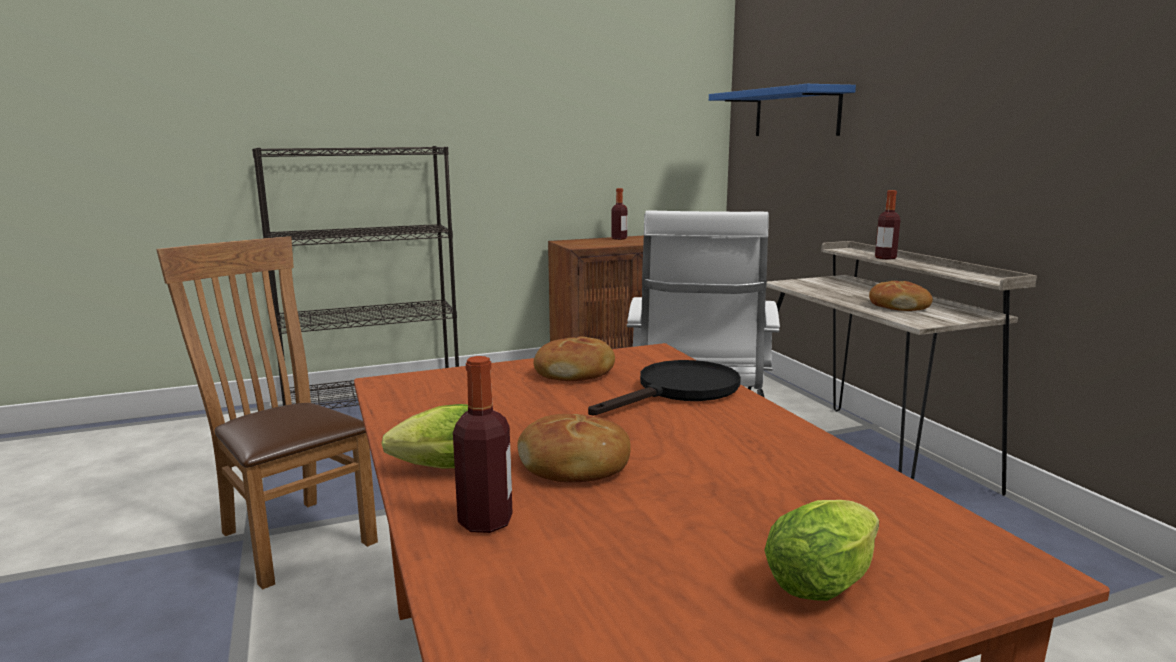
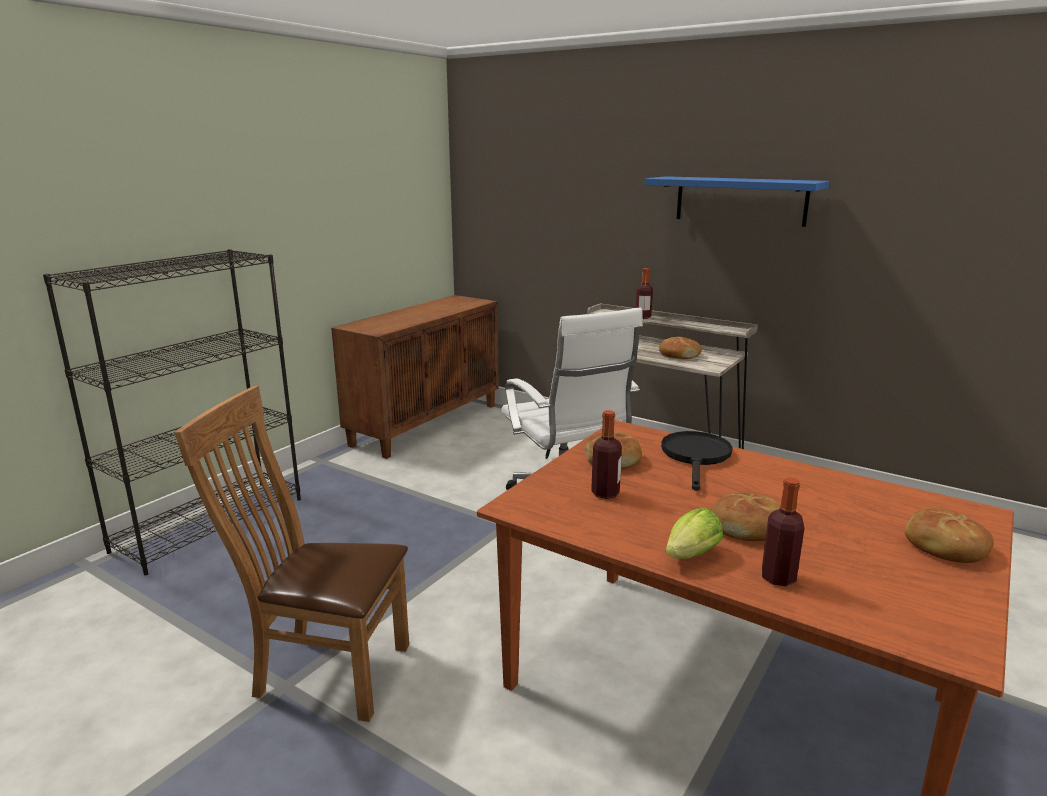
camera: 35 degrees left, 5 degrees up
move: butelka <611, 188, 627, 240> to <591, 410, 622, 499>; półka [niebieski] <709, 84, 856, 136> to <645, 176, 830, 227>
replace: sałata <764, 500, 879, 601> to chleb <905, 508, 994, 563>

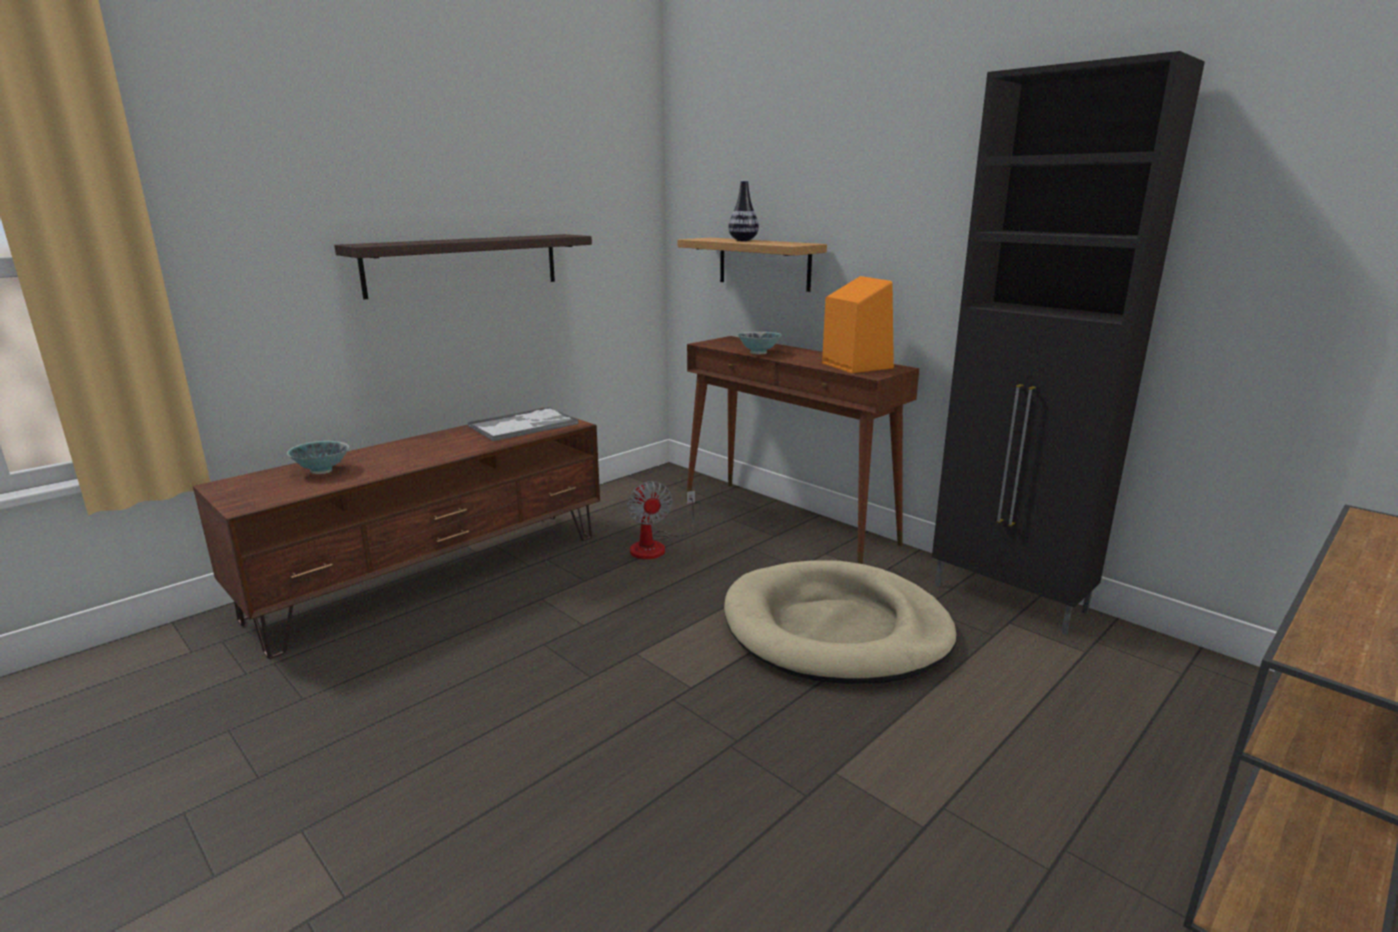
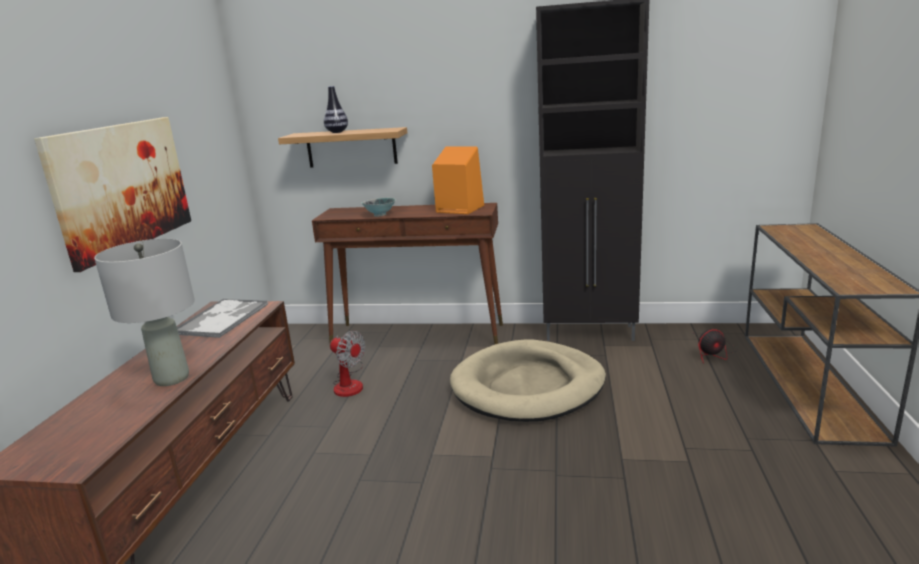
camera: 35 degrees left, 0 degrees up
delete: miska <287, 441, 349, 474>
insert: lampa stołowa [szary] <94, 239, 195, 386>; wentylator <695, 329, 738, 363>
replace: półka <334, 234, 592, 299> to obraz <34, 117, 191, 272>

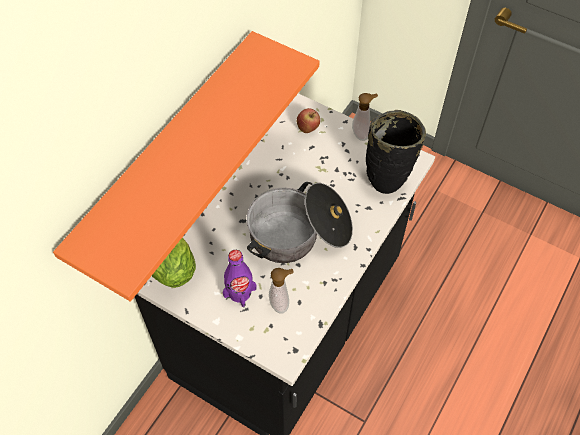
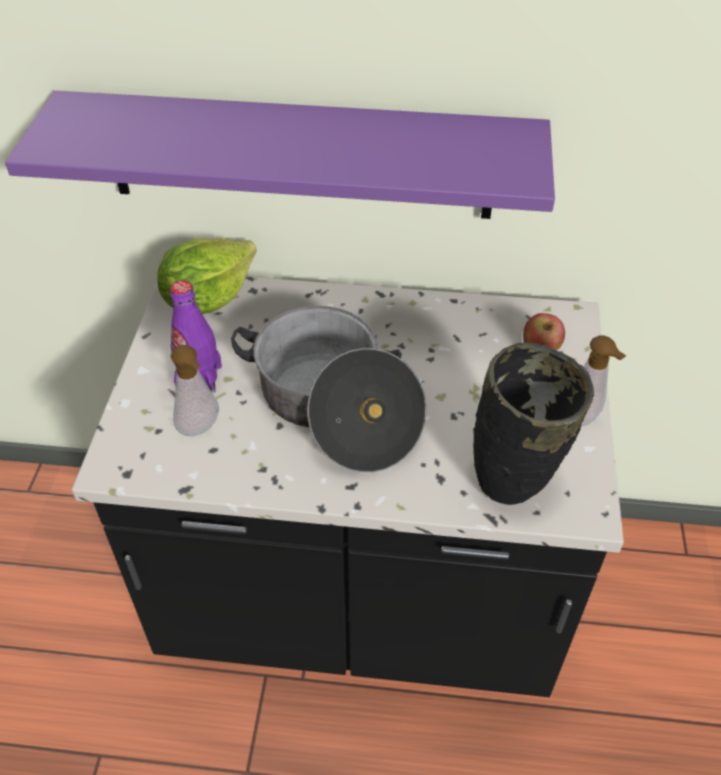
camera: 65 degrees right, 10 degrees down
recolor: półka [pomarańczowy] <53, 31, 320, 302> to półka [fioletowy] <5, 90, 555, 219>

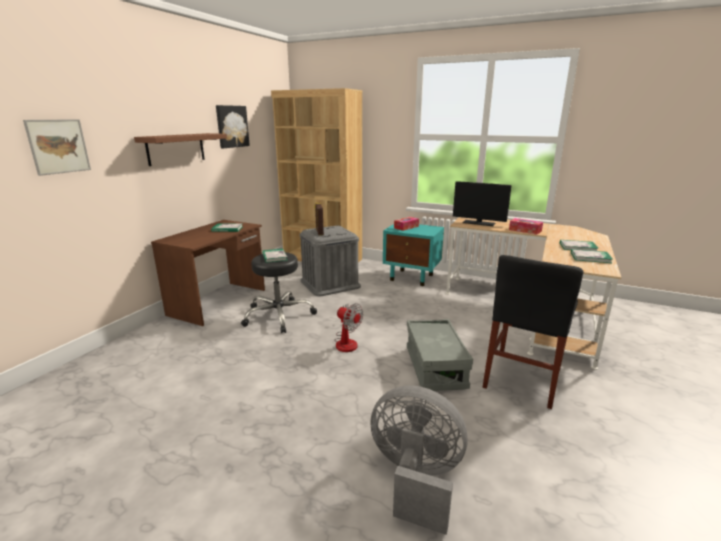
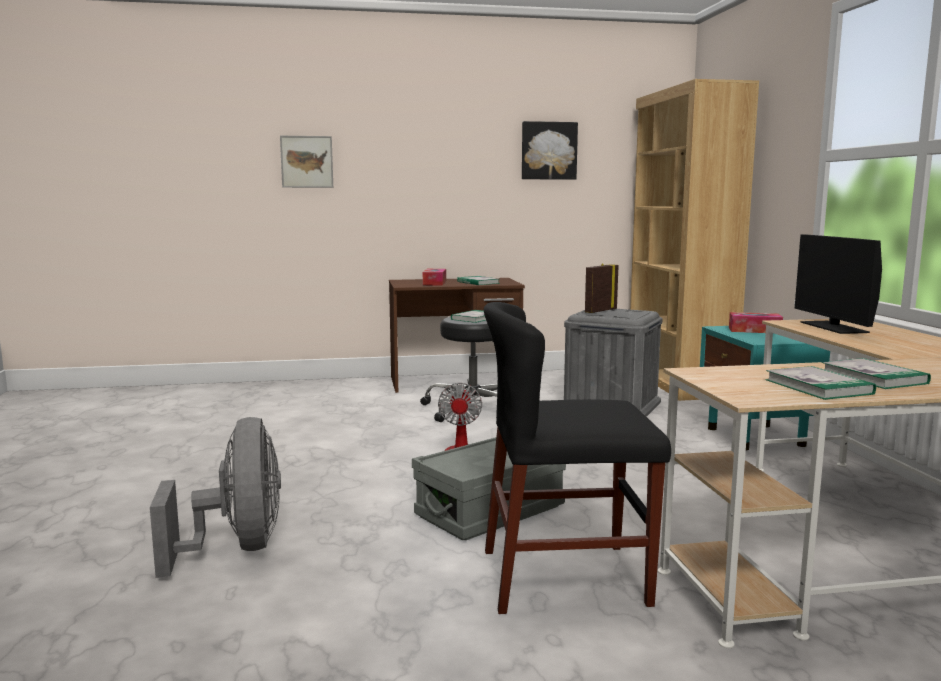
camera: 55 degrees right, 10 degrees down
delete: półka [brązowy] <134, 133, 227, 166>
move: pudełko chusteczek <509, 218, 543, 234> to <423, 269, 446, 285>

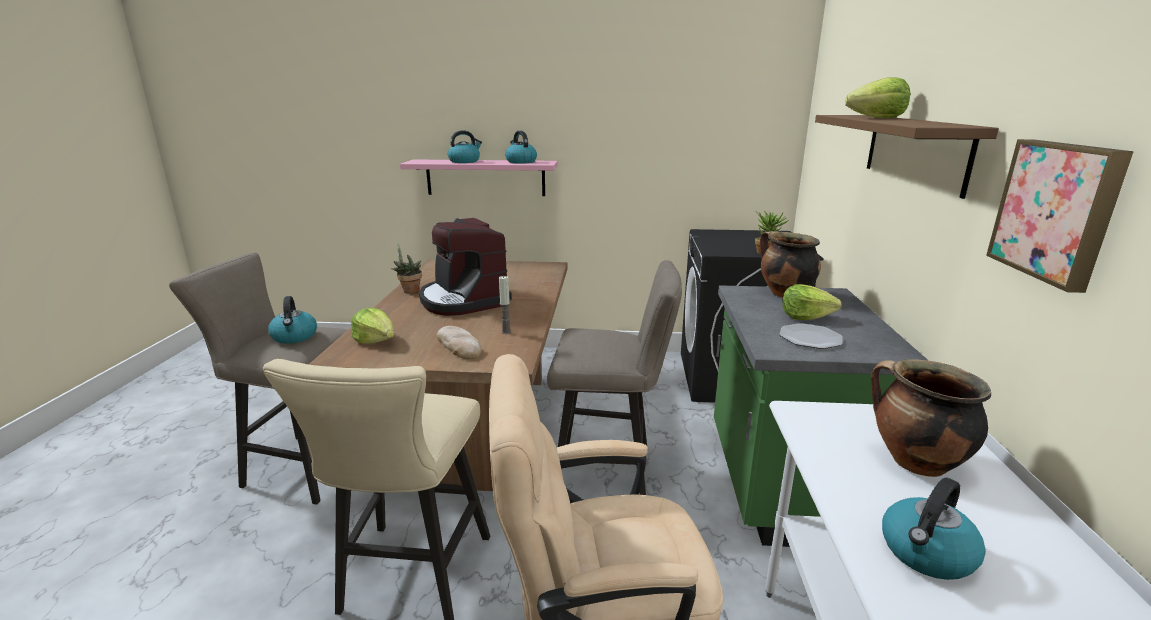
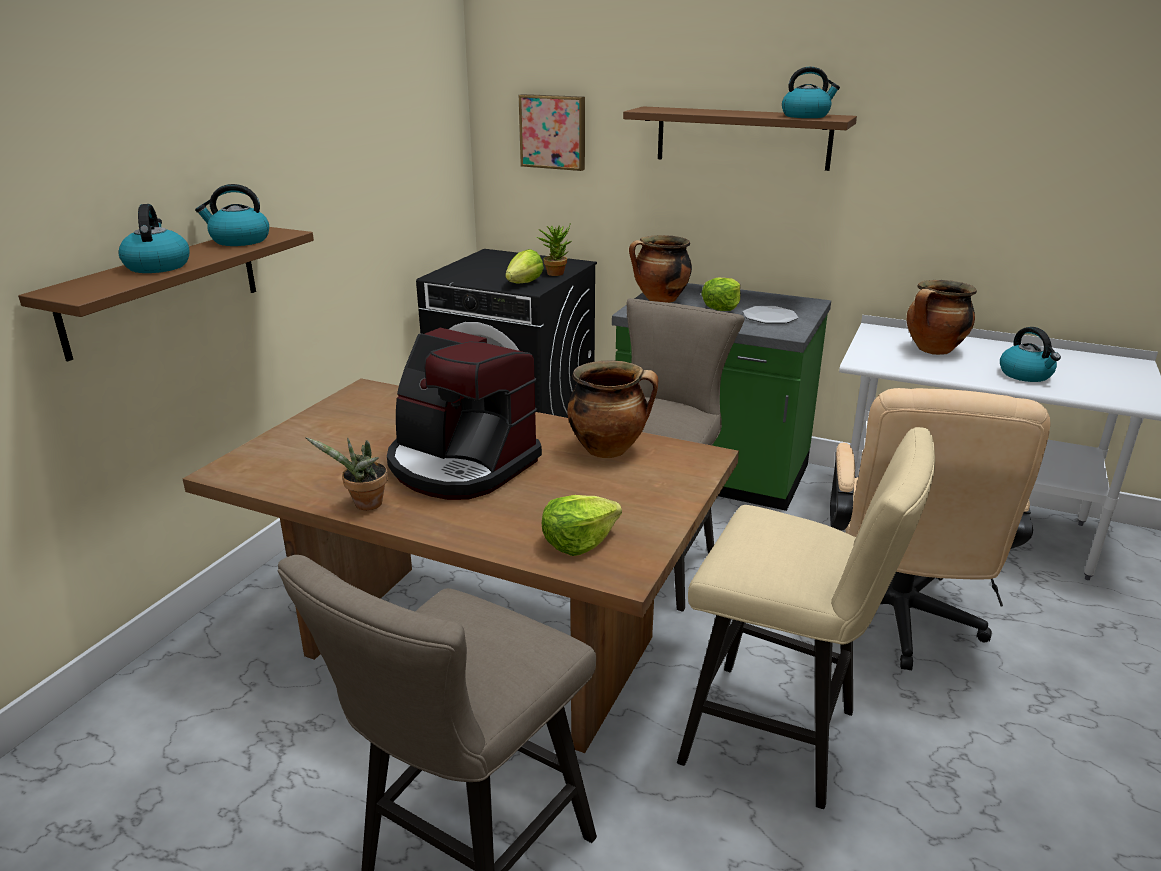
camera: 70 degrees left, 5 degrees up
delete: chleb <436, 326, 481, 359>
move: czajnik <268, 296, 317, 344> to <782, 67, 840, 118>; sałata <845, 77, 910, 118> to <505, 249, 544, 283>; obraz <986, 139, 1134, 293> to <519, 94, 585, 171>
replace: świeca <499, 276, 511, 334> to garnek <567, 360, 658, 458>
recolor: półka [różowy] <400, 159, 558, 196> to półka [brązowy] <18, 227, 314, 361>
rotate: ekspres do kawy <419, 218, 512, 316> = <387, 328, 542, 500> 45 degrees clockwise

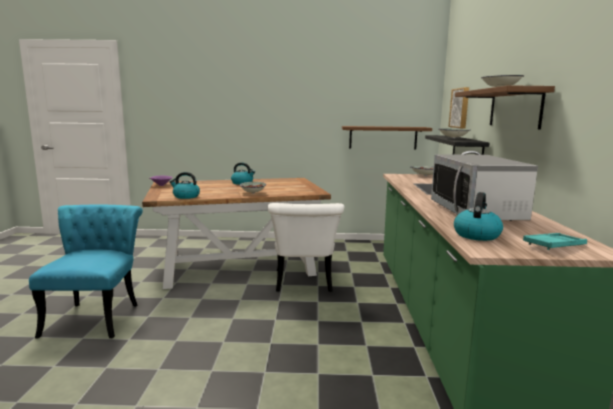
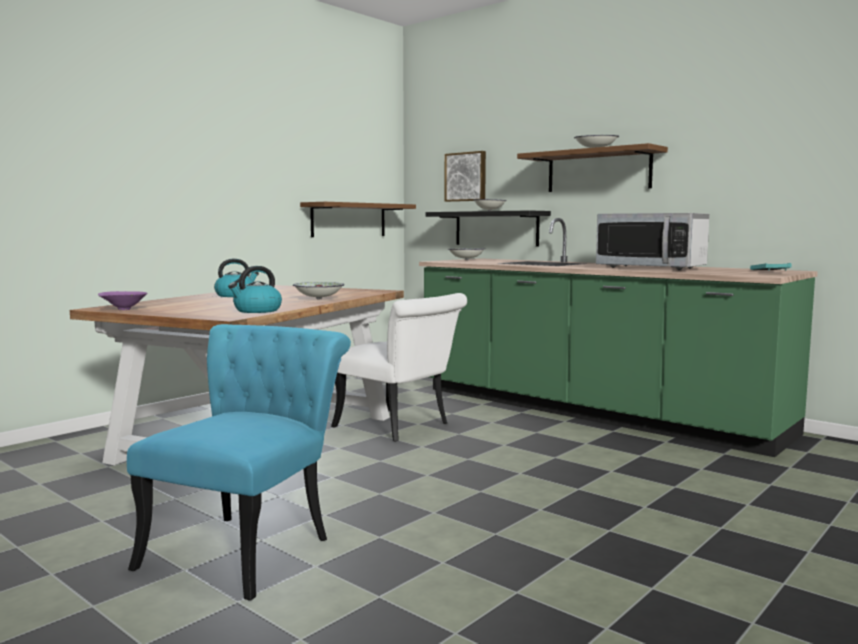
camera: 50 degrees left, 5 degrees down
delete: czajnik <454, 192, 503, 241>
rotate: krzesło [turkusowy] <29, 205, 143, 339> = <127, 324, 351, 601> 75 degrees clockwise

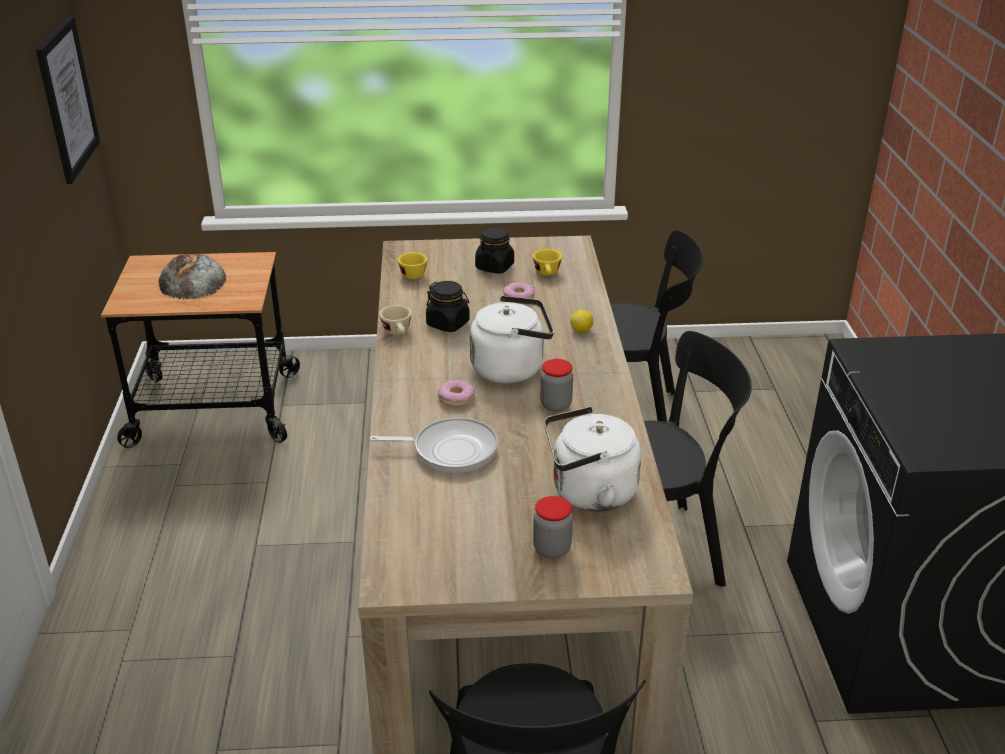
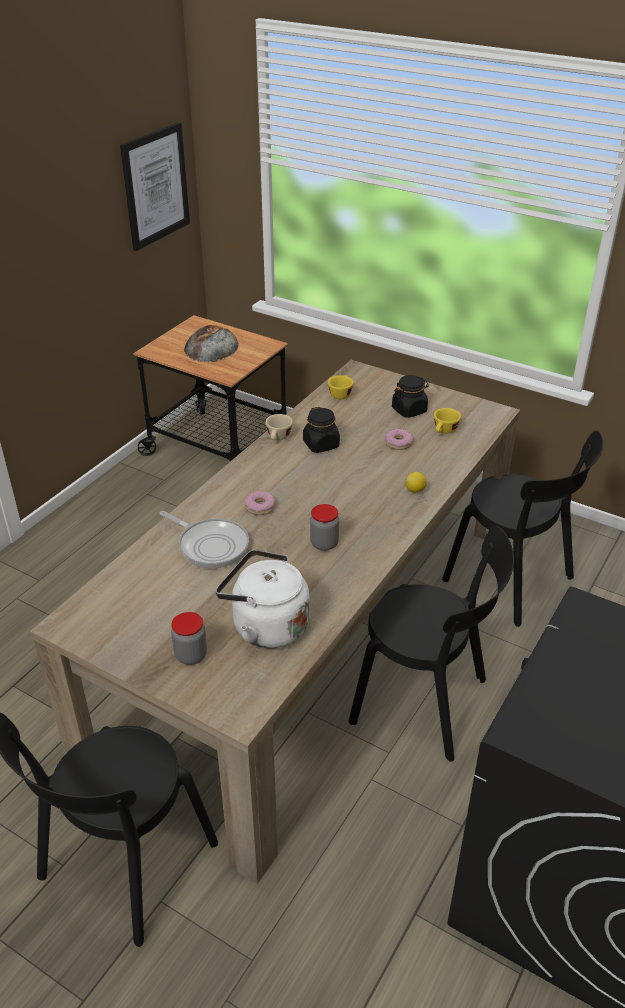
camera: 35 degrees right, 5 degrees up
delete: czajnik [biały] <470, 295, 554, 384>

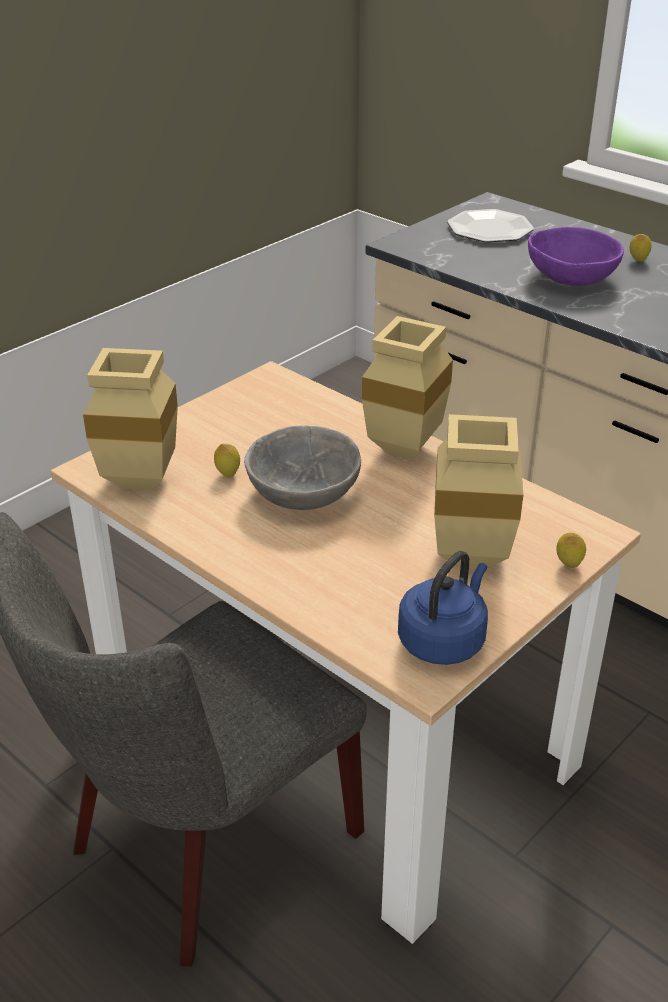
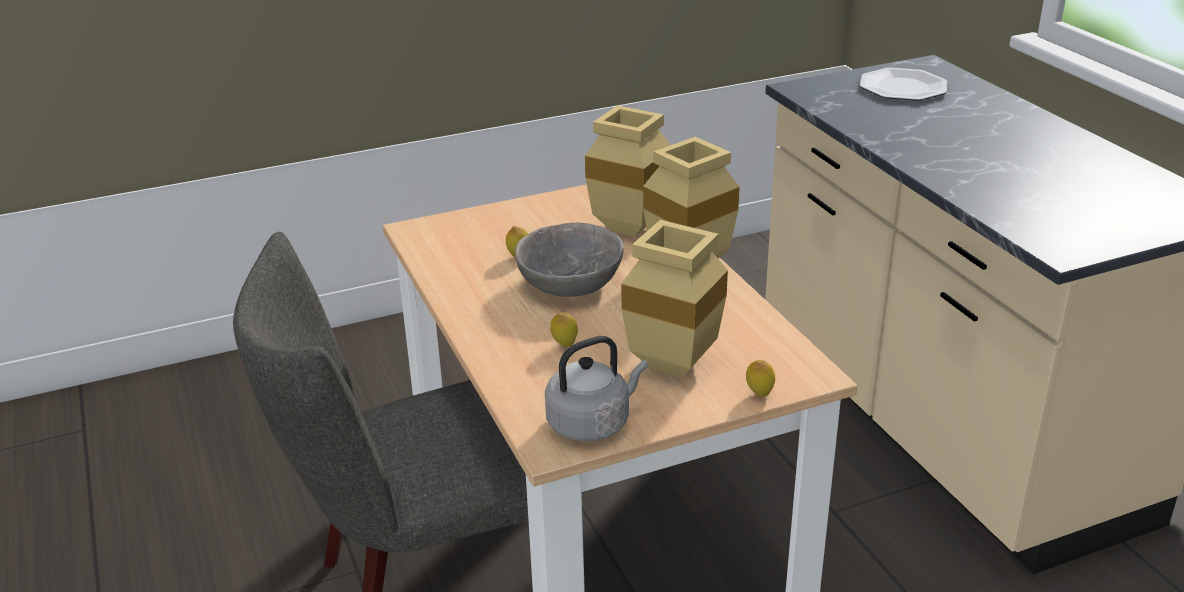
camera: 25 degrees right, 5 degrees down
delete: miska [fioletowy] <528, 227, 624, 286>
move: wazon [beżowy] <83, 348, 178, 490> to <585, 105, 671, 237>; cytryna <630, 234, 651, 262> to <550, 313, 578, 347>
recolor: czajnik [niebieski] <398, 551, 488, 665> to czajnik [szary] <545, 336, 648, 441>

